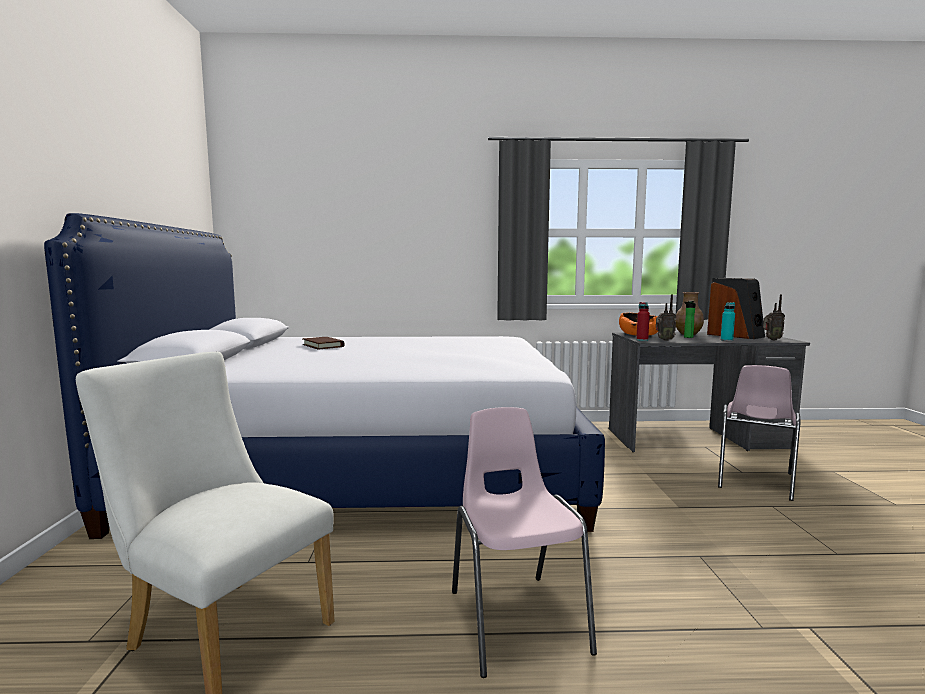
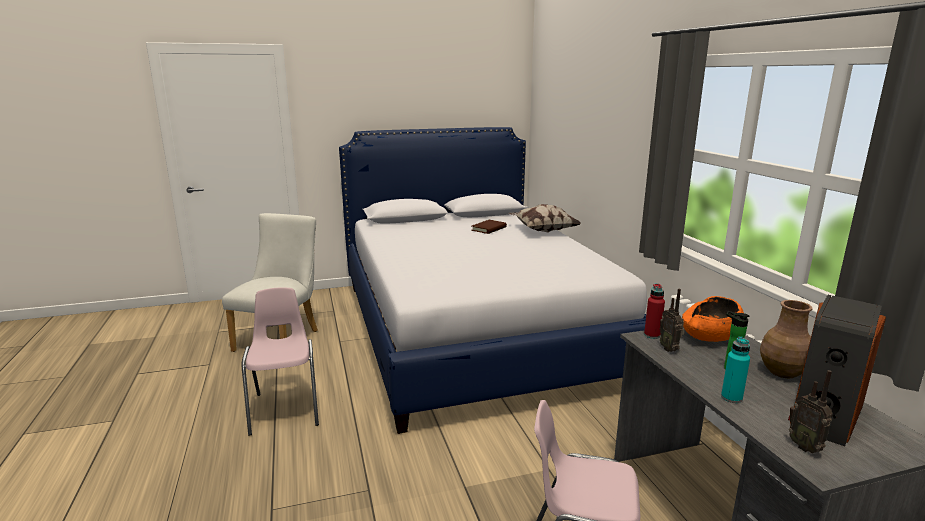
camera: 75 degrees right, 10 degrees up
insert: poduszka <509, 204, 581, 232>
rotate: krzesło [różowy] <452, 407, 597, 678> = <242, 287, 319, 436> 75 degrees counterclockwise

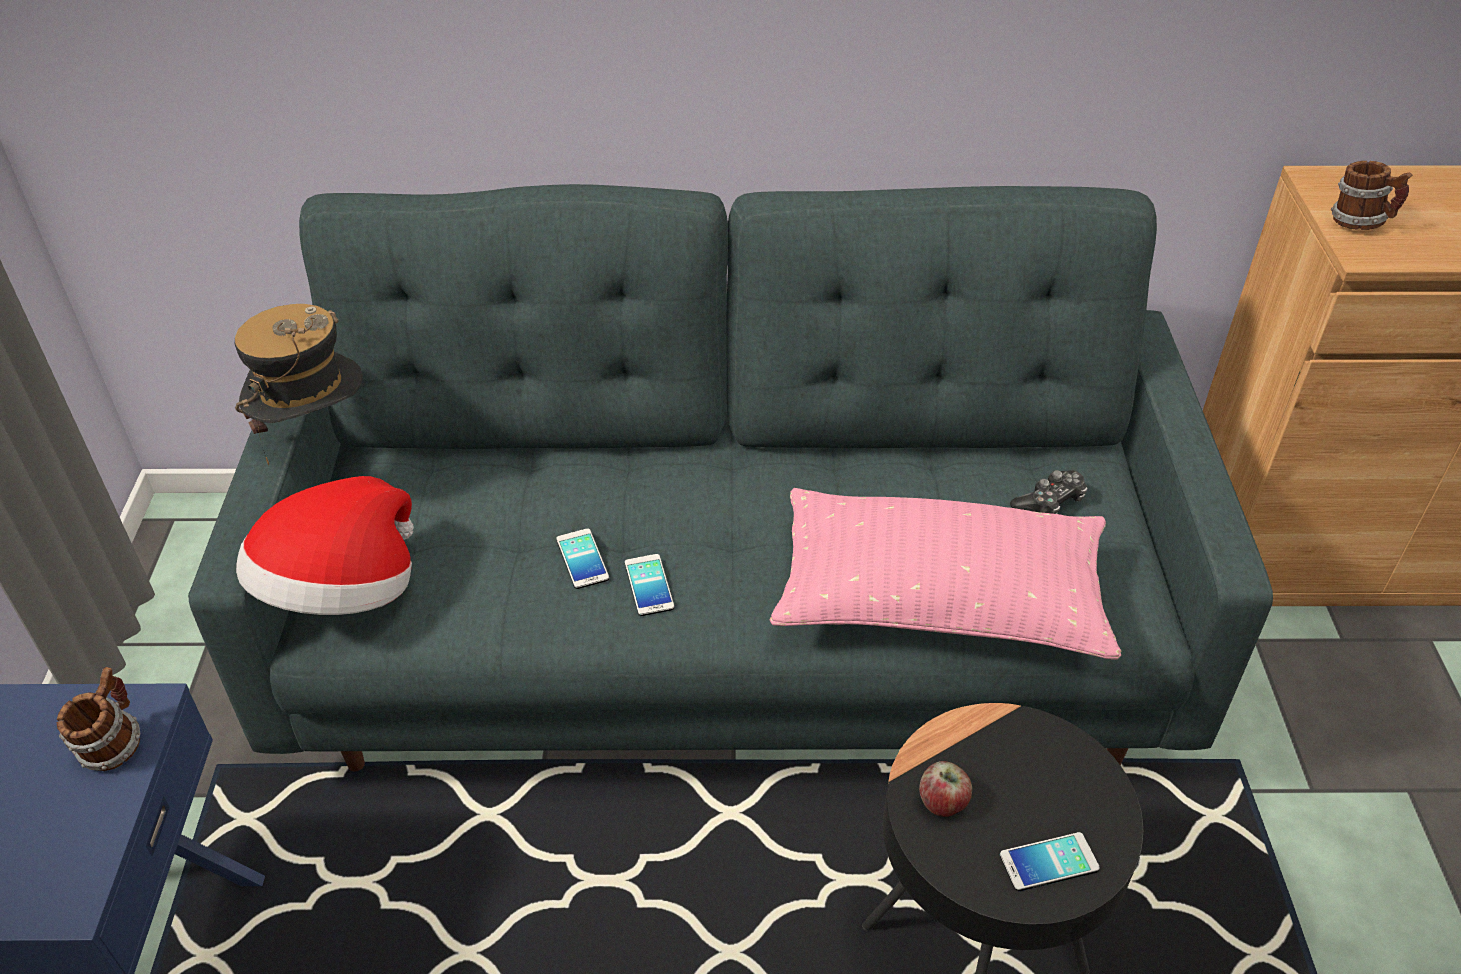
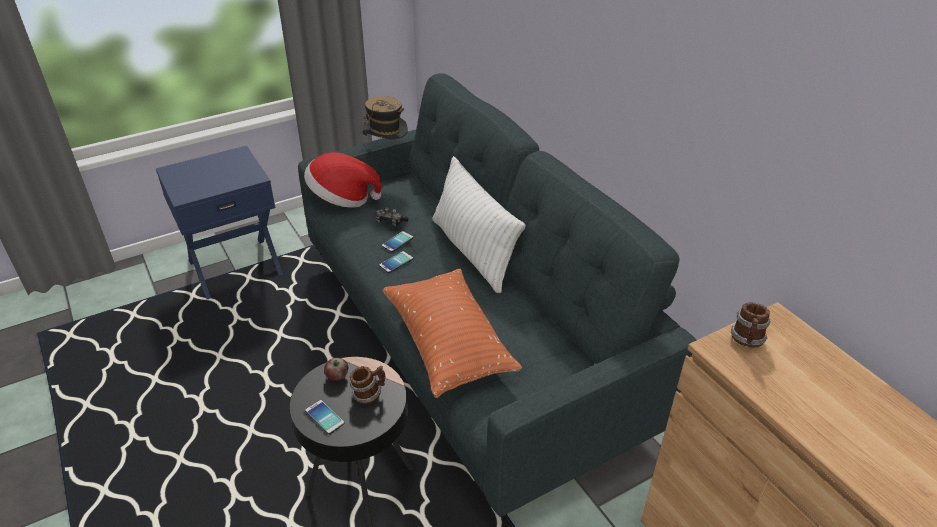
camera: 60 degrees right, 5 degrees down
insert: poduszka [biały] <432, 156, 526, 293>
move: kubek <57, 667, 140, 771> to <349, 366, 385, 404>; pad do gier <1010, 470, 1088, 514> to <375, 207, 408, 227>
recolor: poduszka [różowy] <770, 488, 1121, 660> to poduszka [pomarańczowy] <383, 269, 522, 398>

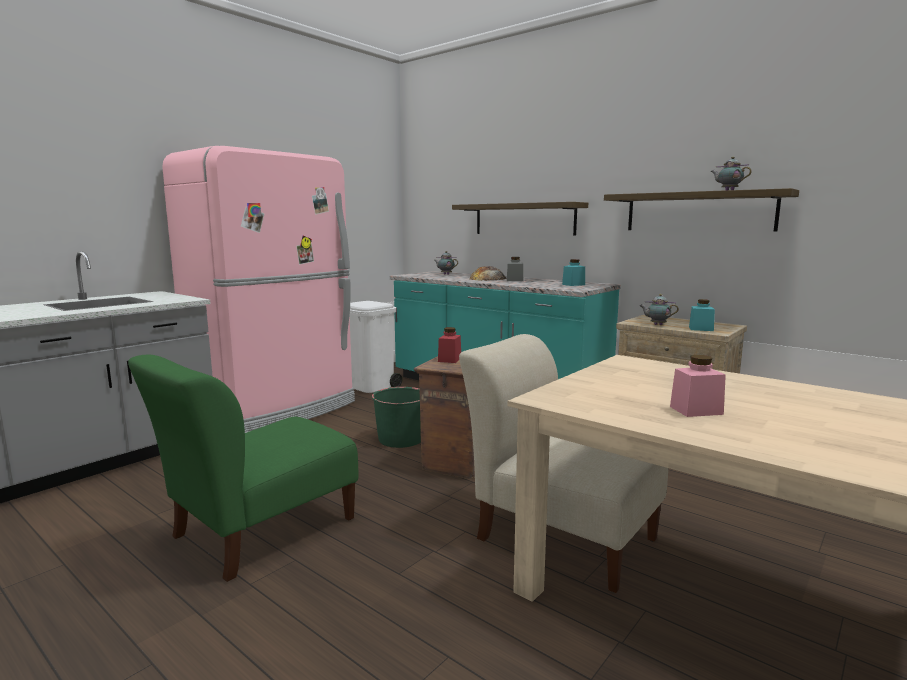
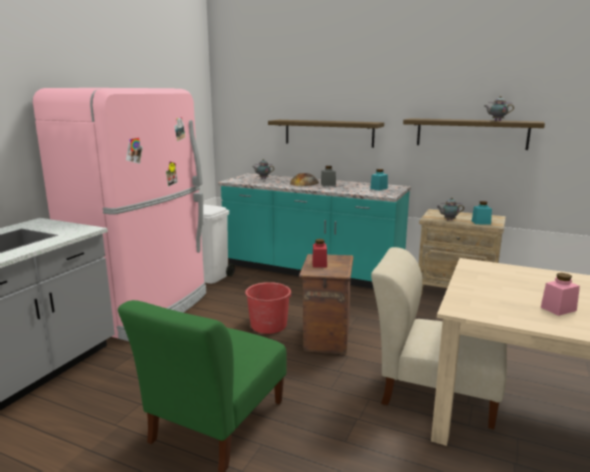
camera: 15 degrees left, 5 degrees up
recolor: wiadro [zielony] <372, 387, 421, 448> to wiadro [czerwony] <245, 282, 293, 334>

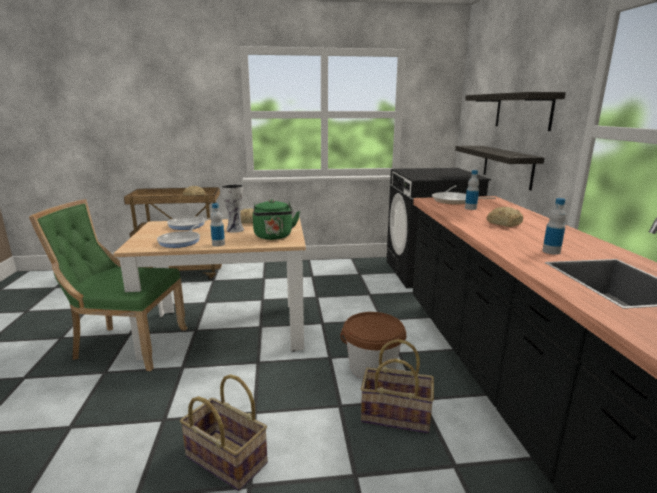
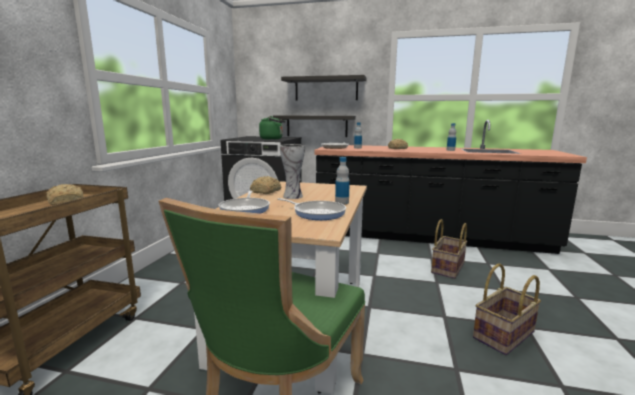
camera: 70 degrees left, 5 degrees down
delete: wiadro [brązowy] <341, 312, 406, 378>
move: czajnik [zielony] <253, 199, 300, 240> to <259, 116, 286, 140>

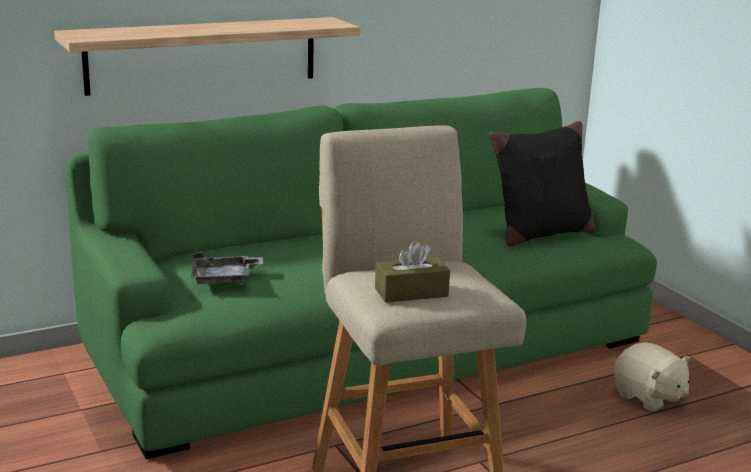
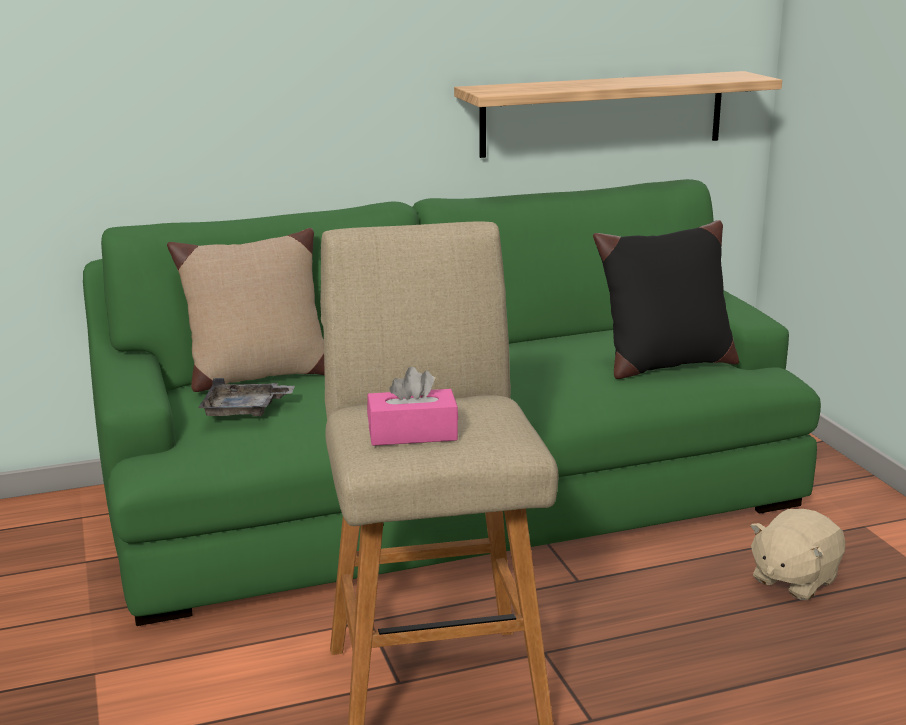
camera: 10 degrees right, 0 degrees up
insert: poduszka [beżowy] <167, 228, 325, 392>
move: półka <54, 17, 361, 96> to <454, 71, 782, 158>
recolor: pudełko chusteczek [brązowy] <375, 240, 450, 303> to pudełko chusteczek [różowy] <367, 367, 458, 446>
rotate: pluszak [beżowy] <614, 342, 691, 412> = <750, 509, 845, 600> 75 degrees clockwise

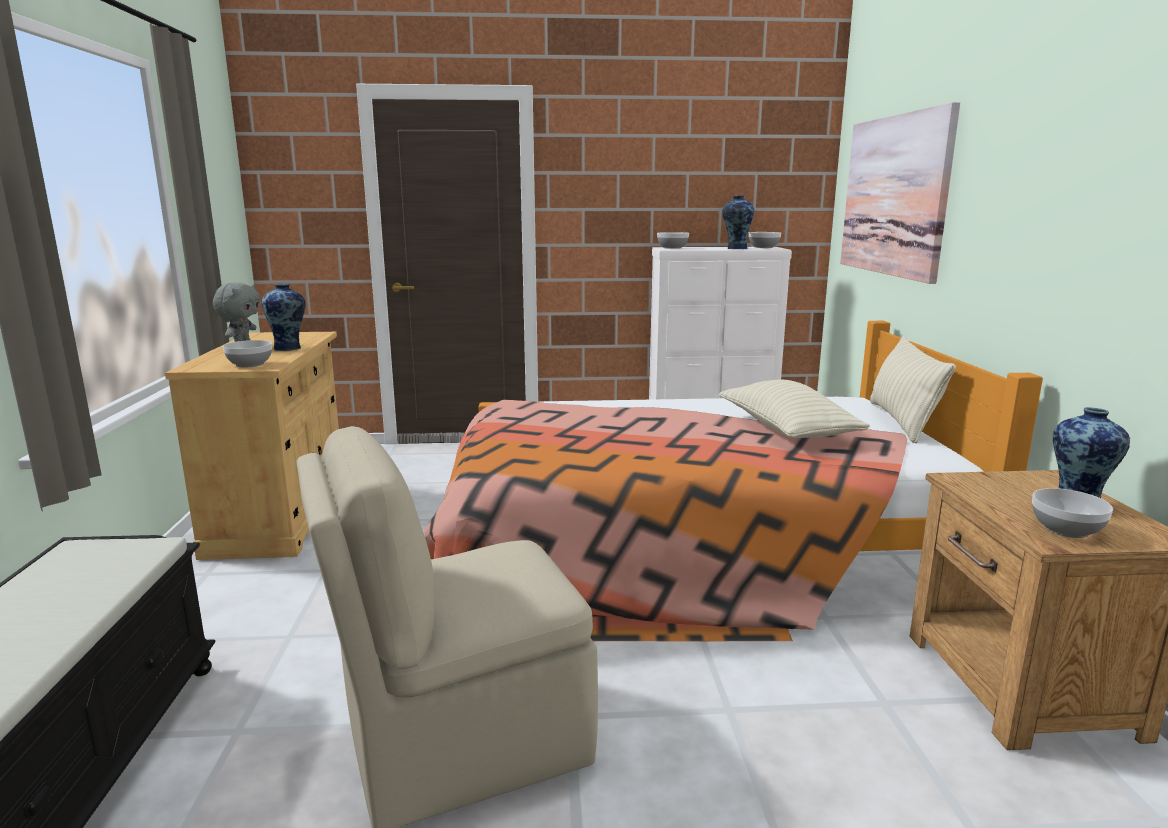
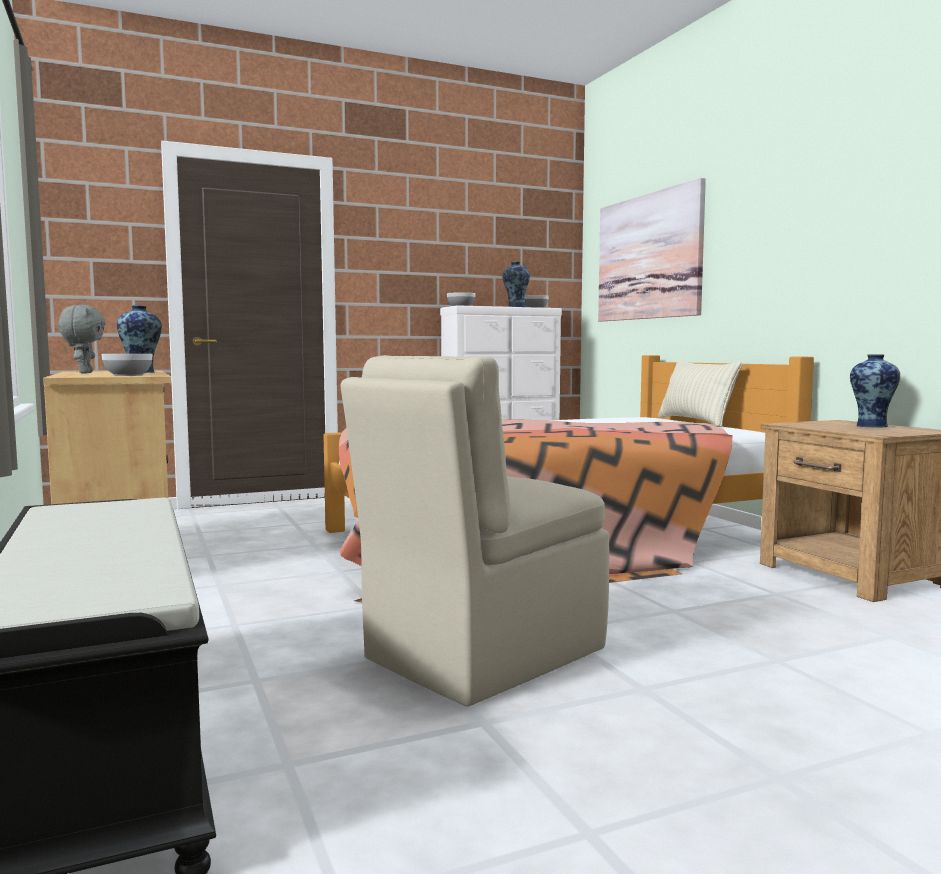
camera: 20 degrees left, 10 degrees down
delete: poduszka [beżowy] <719, 380, 870, 438>; miska <1032, 488, 1113, 538>

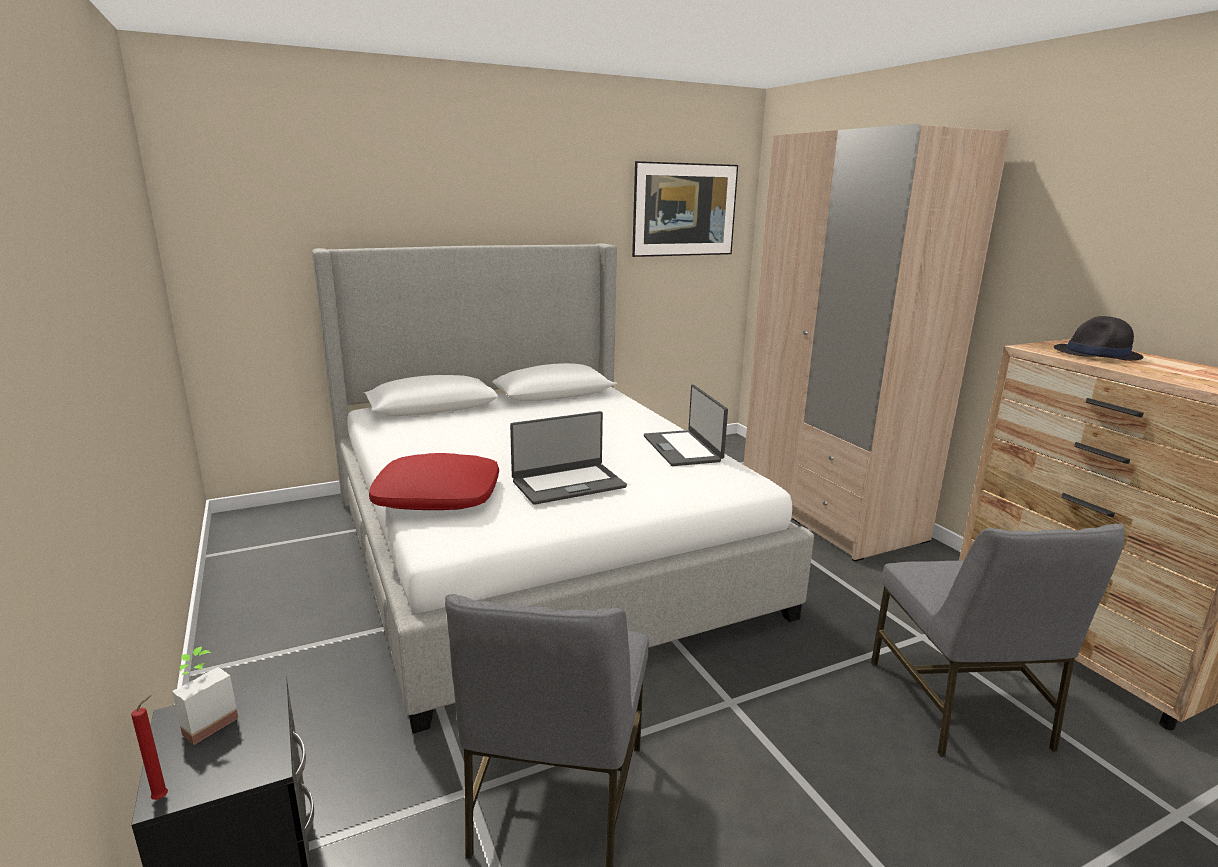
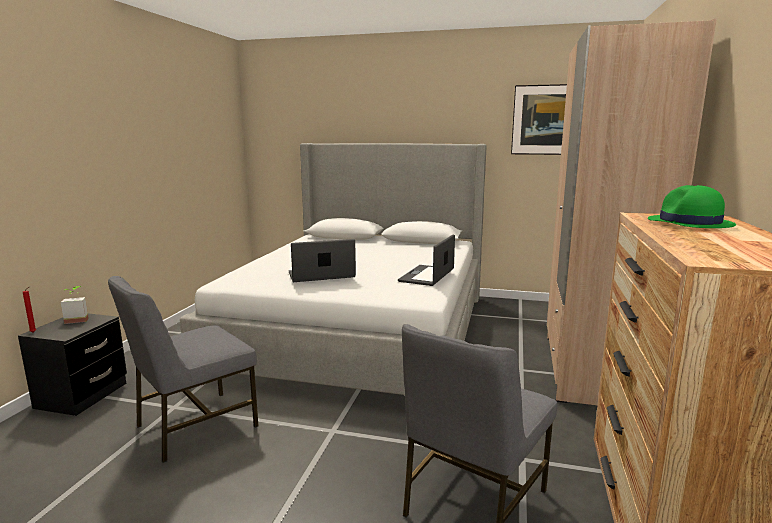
camera: 40 degrees right, 5 degrees down
delete: poduszka [czerwony] <369, 453, 499, 510>
recolor: kapelusz [czarny] <1054, 316, 1143, 361> to kapelusz [zielony] <648, 185, 736, 228>
rotate: laptop <510, 411, 627, 505> = <289, 239, 356, 282> 150 degrees clockwise

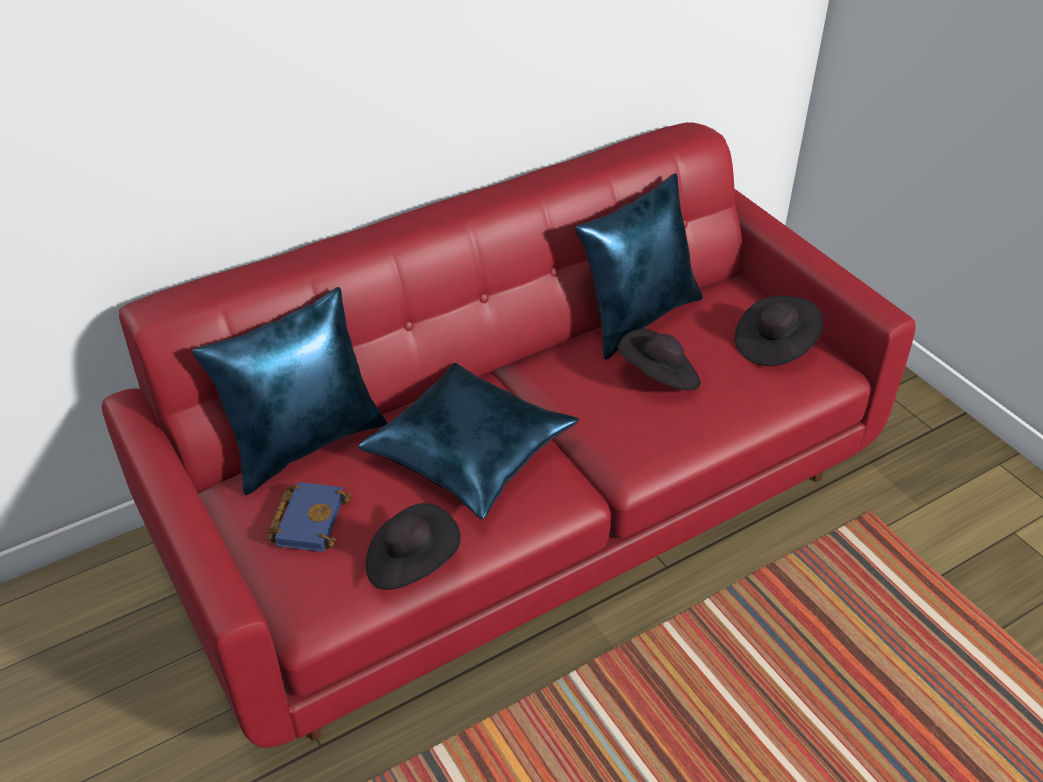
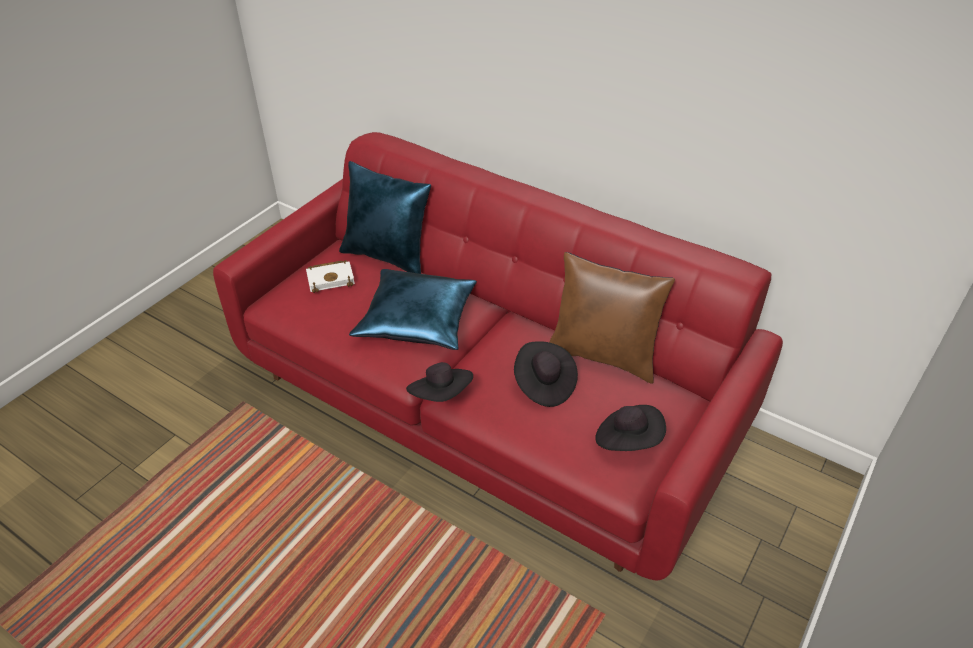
camera: 65 degrees right, 0 degrees up
move: kapelusz [czarny] <366, 503, 461, 589> to <406, 362, 473, 402>
recolor: książka [niebieski] <267, 482, 351, 552> to książka [biały] <306, 260, 355, 293>; poduszka [niebieski] <575, 173, 703, 360> to poduszka [brązowy] <549, 252, 675, 384>

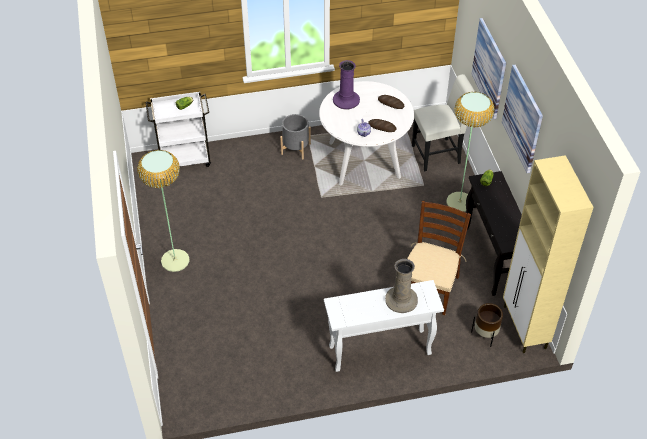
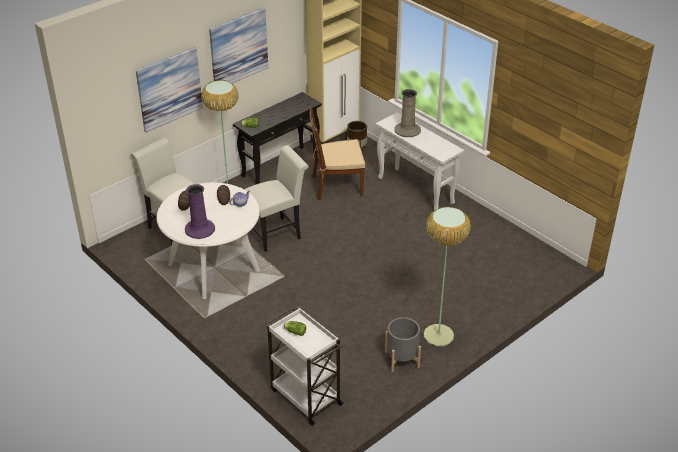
camera: 120 degrees left, 10 degrees down
insert: krzesło [biały] <244, 145, 308, 252>
move: donica [szary] <280, 114, 311, 160> to <385, 317, 421, 372>

